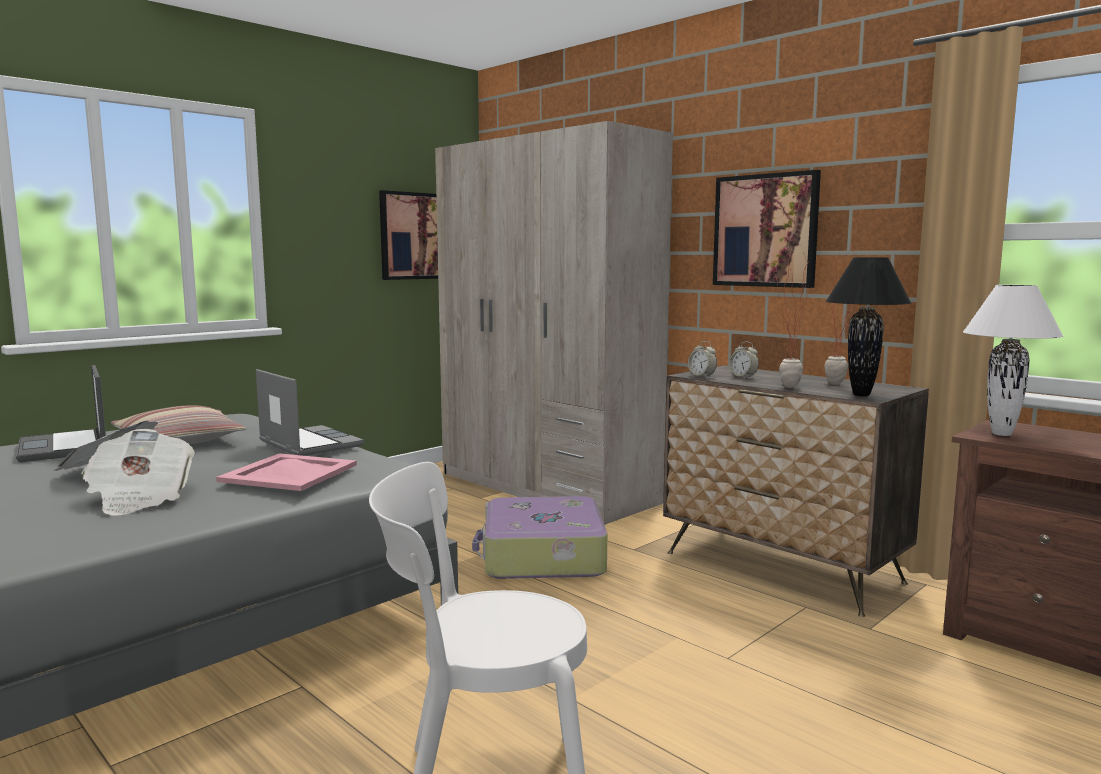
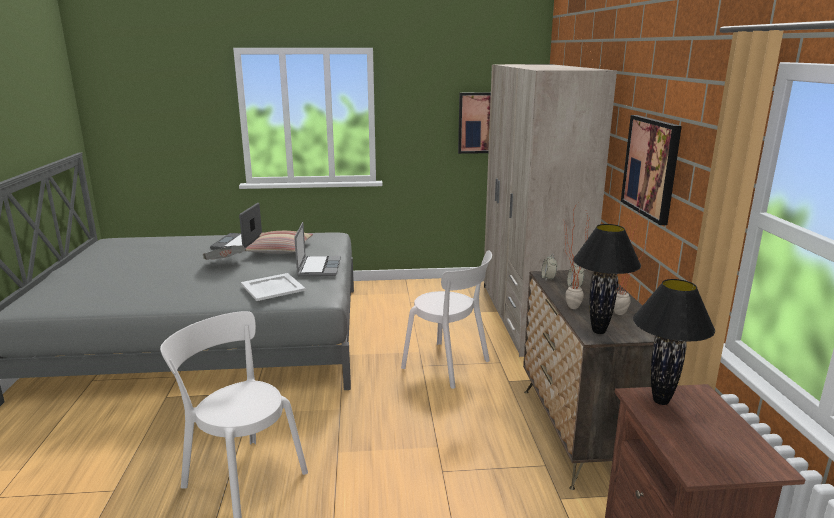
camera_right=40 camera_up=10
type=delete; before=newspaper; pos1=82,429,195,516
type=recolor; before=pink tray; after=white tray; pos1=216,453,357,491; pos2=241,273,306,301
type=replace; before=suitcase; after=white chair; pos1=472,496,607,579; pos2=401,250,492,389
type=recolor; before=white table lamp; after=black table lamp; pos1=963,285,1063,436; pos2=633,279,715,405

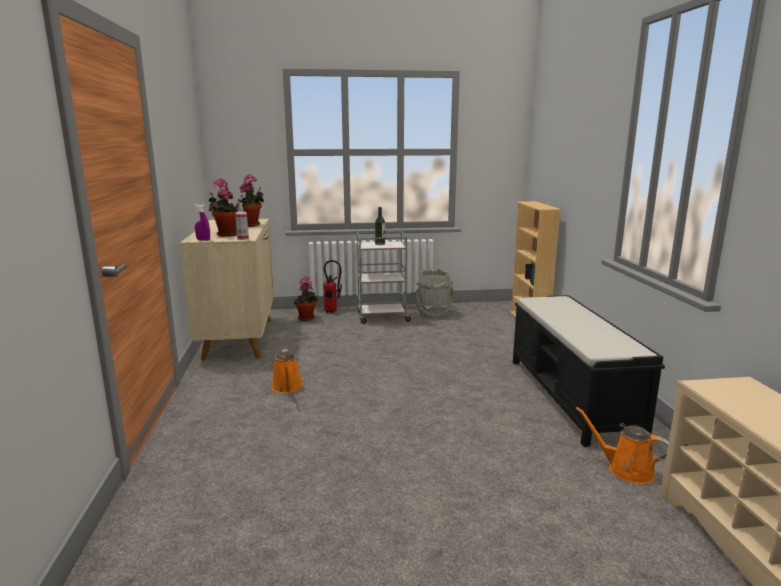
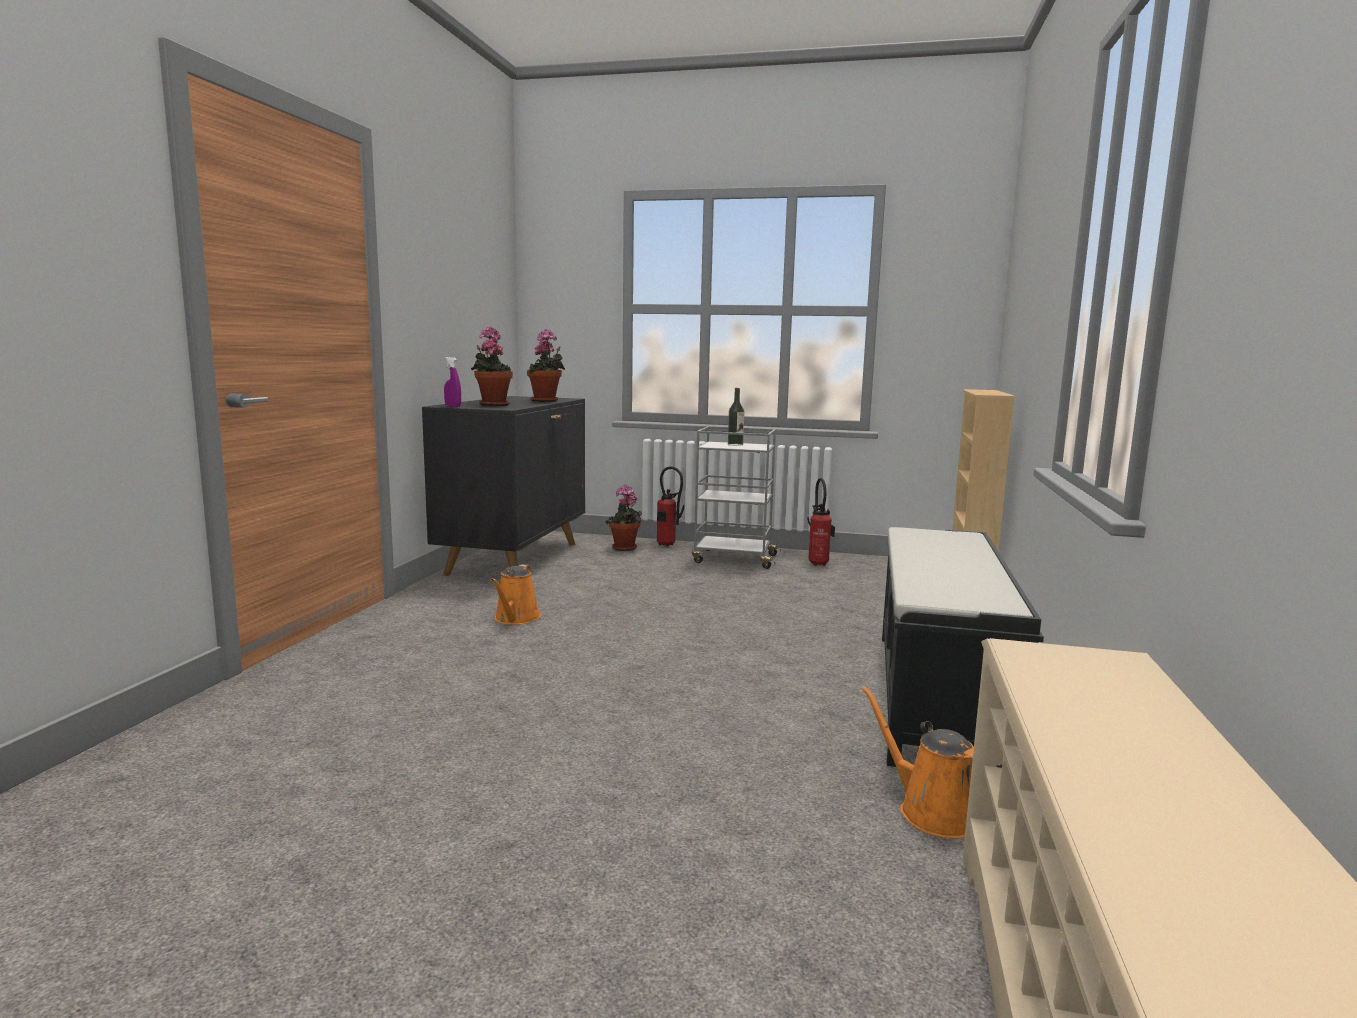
camera_right=20 camera_up=-5
type=recolor; before=beige cabinet; after=black cabinet; pos1=180,219,274,361; pos2=422,396,585,576
type=delete; before=spray bottle; pos1=235,203,249,240
type=replace; before=grey bucket; after=fire extinguisher; pos1=414,269,455,318; pos2=807,478,835,566

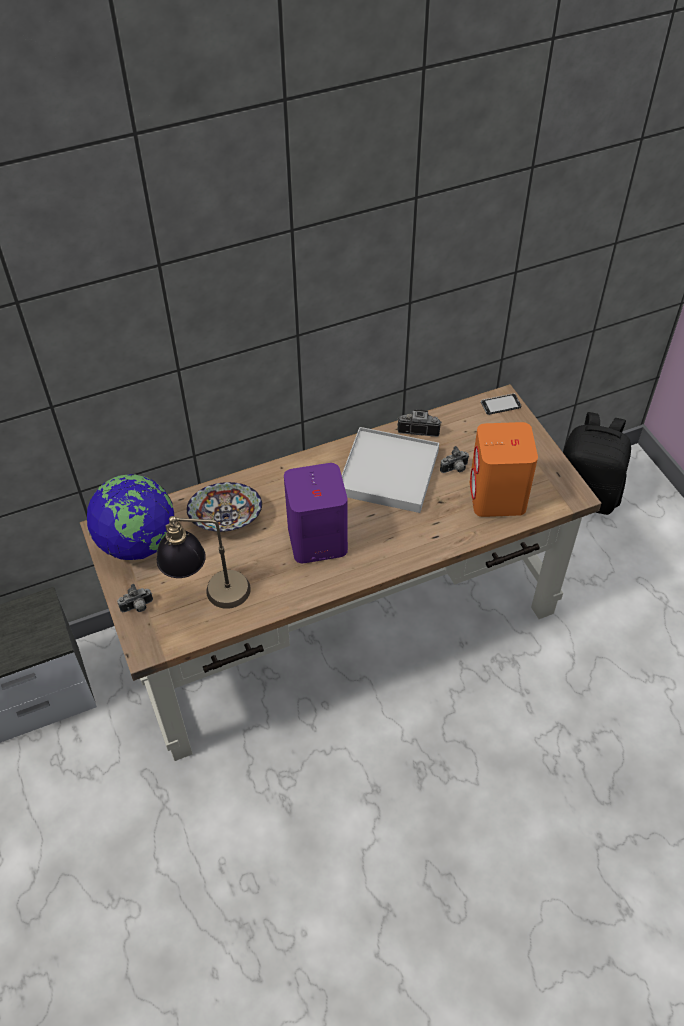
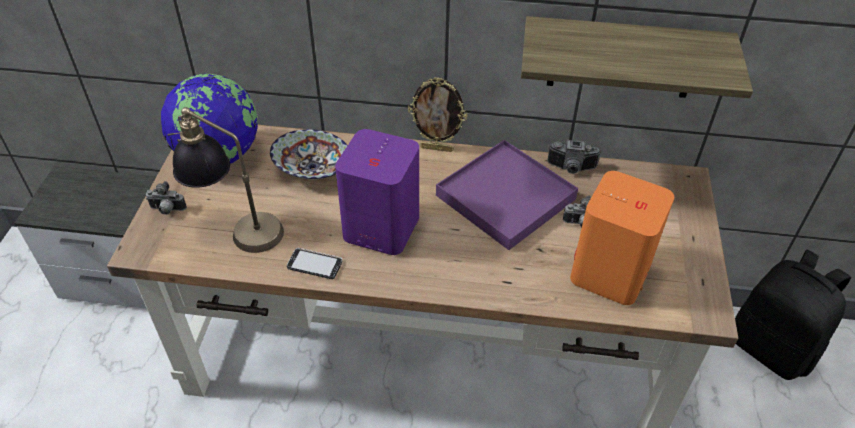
camera_right=30 camera_up=-5
type=recolor; before=white tray; after=purple tray; pos1=342,427,439,513; pos2=436,140,578,250
type=rotate; before=photo camera; pos1=397,410,442,437; pos2=547,140,602,174; turn=150
type=move; before=phone; pos1=481,393,521,415; pos2=287,248,343,279
type=insert; after=picture frame; pos2=408,77,468,152
type=insert; after=shelf; pos2=521,16,753,98

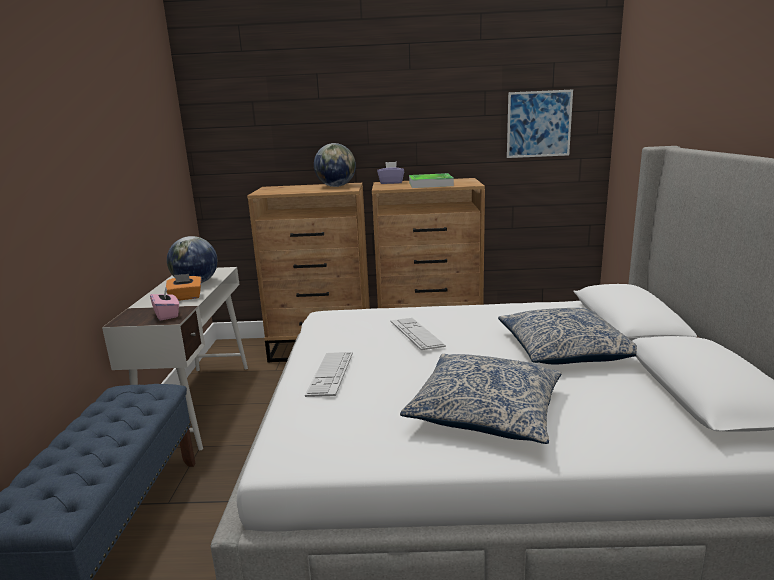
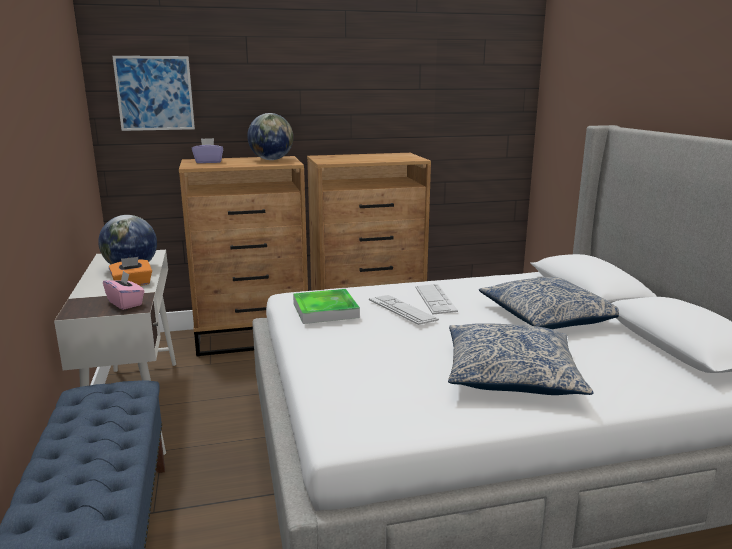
camera_right=-15 camera_up=0
type=move; before=keyboard; pos1=305,352,353,397; pos2=415,284,458,314
type=move; before=purple tissue box; pos1=377,162,404,184; pos2=192,138,223,163
type=move; before=tray; pos1=409,173,454,188; pos2=293,289,360,324
type=move; before=picture; pos1=507,89,573,158; pos2=112,56,195,131

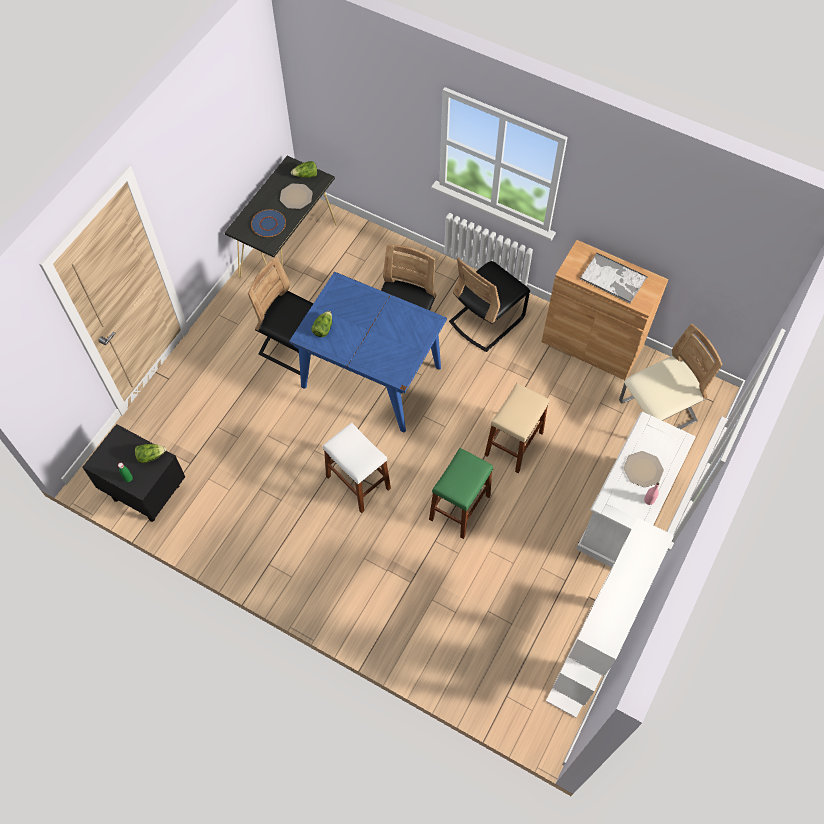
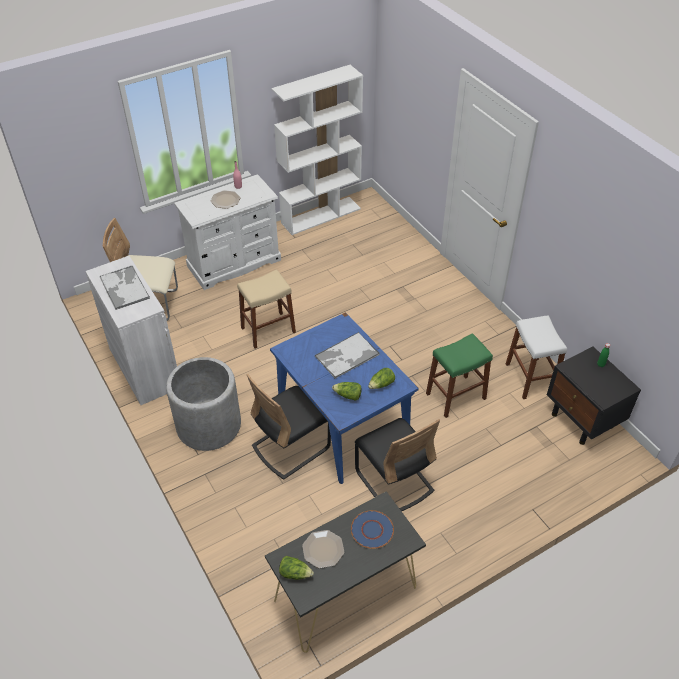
camera_right=-150 camera_up=-15
type=move; before=lettuce; pos1=135,444,166,463; pos2=332,382,362,401
type=move; before=white stool; pos1=323,422,391,513; pos2=506,315,567,399
type=move; before=green stool; pos1=429,448,493,539; pos2=426,333,493,418
type=replace; before=black chair; after=grey planter; pos1=449,257,530,352; pos2=166,357,241,451
type=recolor; before=brown cabinet; after=white cabinet; pos1=541,240,669,380; pos2=85,256,177,405
type=insert; after=tray; pos2=315,332,380,378

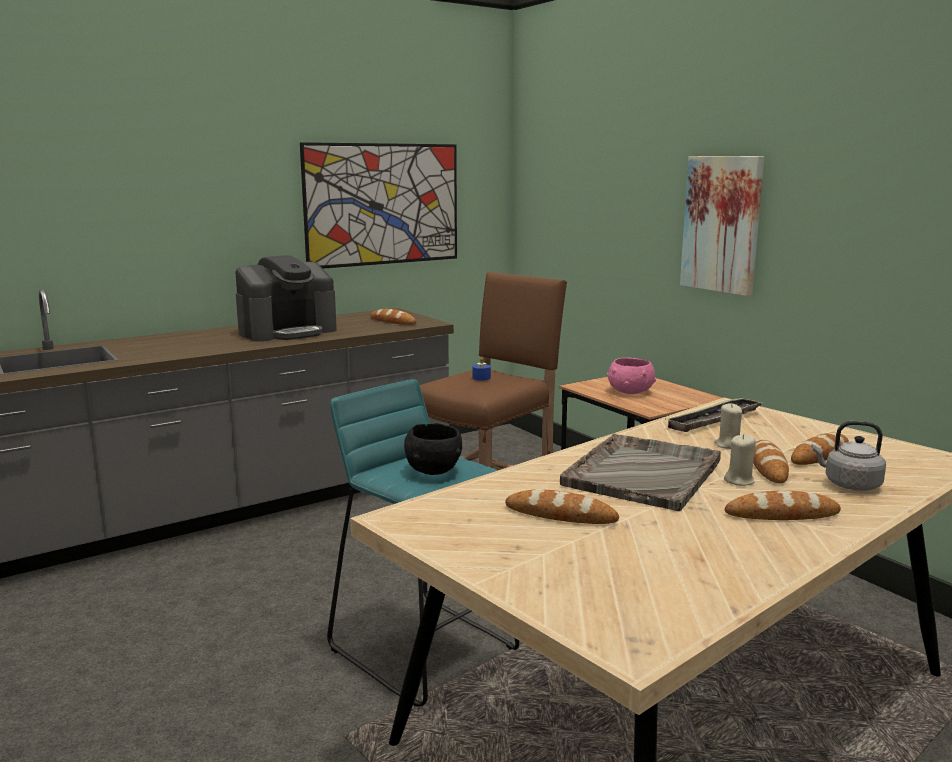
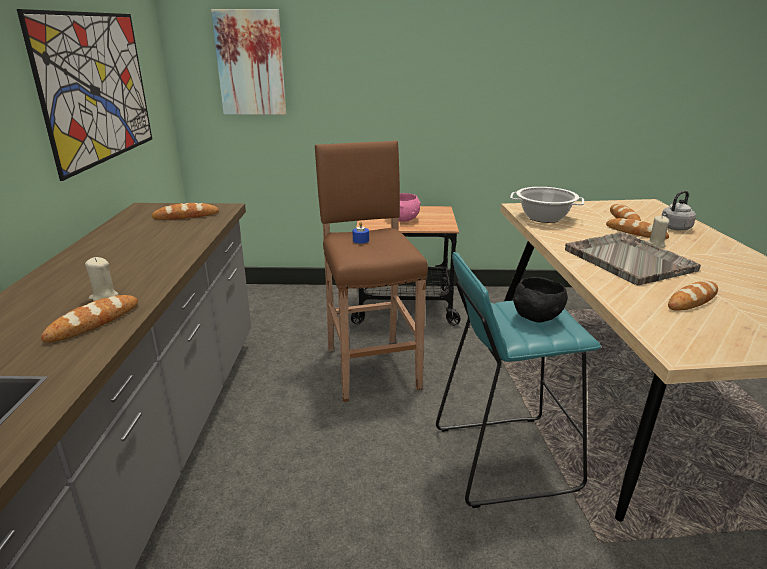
camera_right=-55 camera_up=10
type=delete; before=coffee machine; pos1=235,255,337,342
type=replace; before=tray; after=cooking pot; pos1=667,397,764,432; pos2=510,187,584,223
type=move; before=picture; pos1=680,156,764,296; pos2=211,9,286,115
type=move; before=beige candle; pos1=714,403,742,449; pos2=85,257,119,301
type=move; before=bread; pos1=725,491,841,520; pos2=41,295,138,343

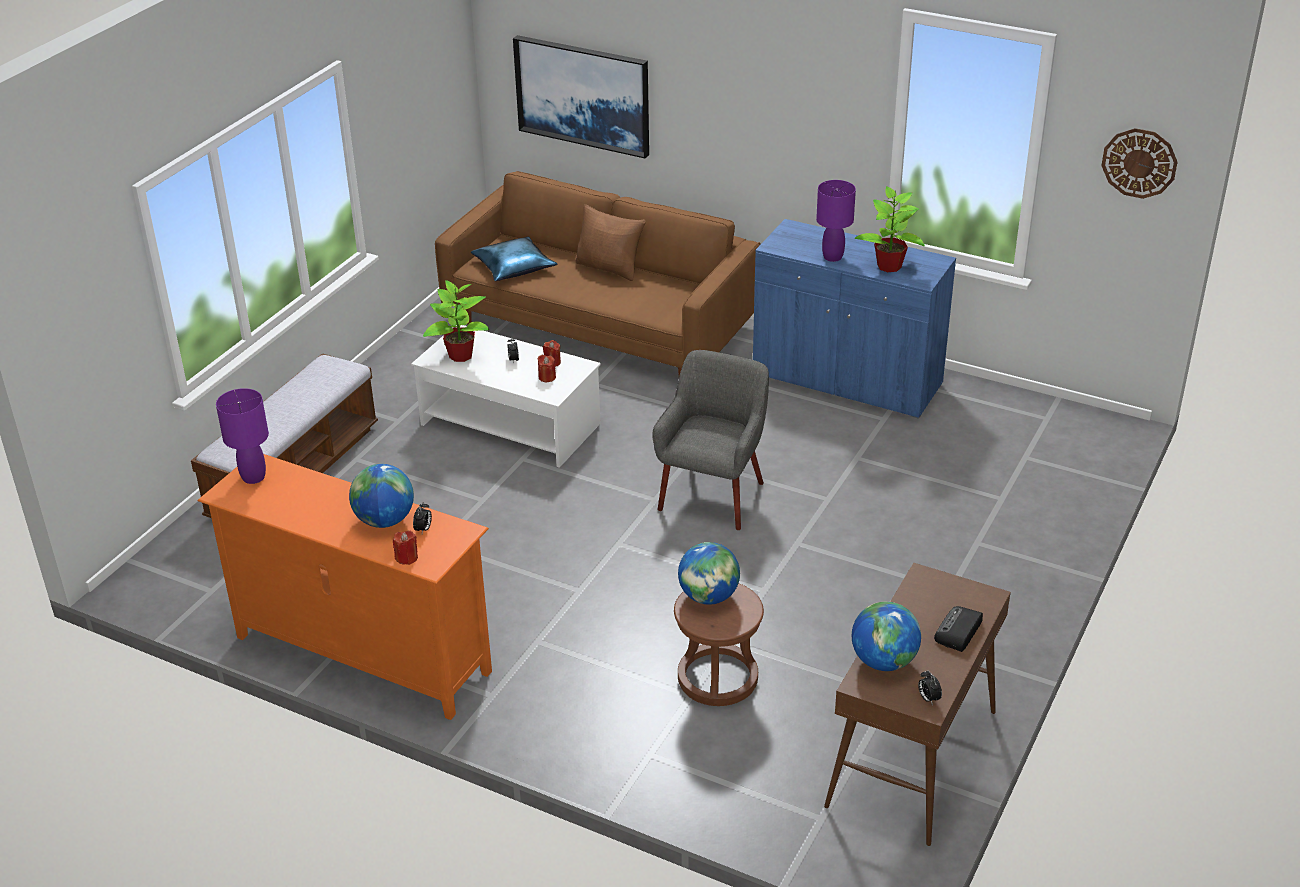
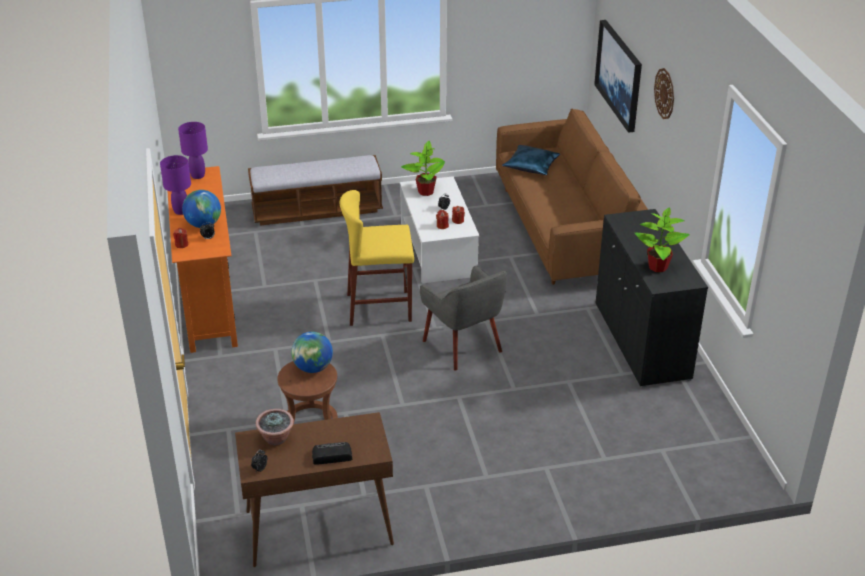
camera_right=50 camera_up=0
type=delete; before=brown pillow; pos1=575,204,646,281
type=rotate; before=grey armchair; pos1=652,350,769,530; pos2=420,265,507,371; turn=75
type=recolor; before=blue cabinet; after=black cabinet; pos1=753,219,956,419; pos2=595,209,708,387
type=move; before=purple table lamp; pos1=816,180,856,262; pos2=160,155,191,215
type=replace; before=globe; after=potted plant; pos1=852,602,921,671; pos2=256,409,294,445
type=move; before=wall clock; pos1=1101,128,1177,199; pos2=654,68,674,119
type=insert; after=yellow stool; pos2=340,190,414,326

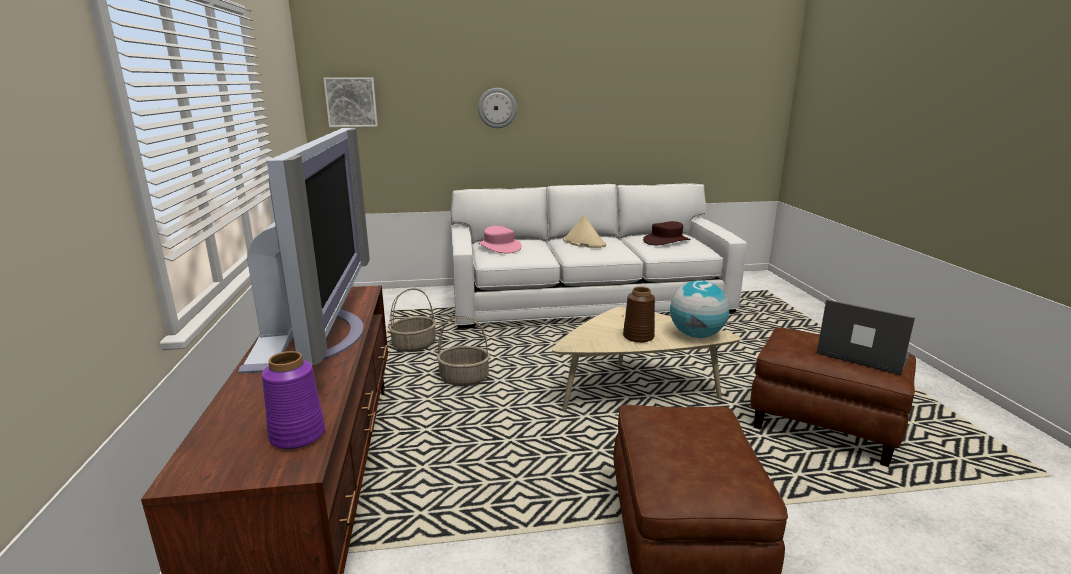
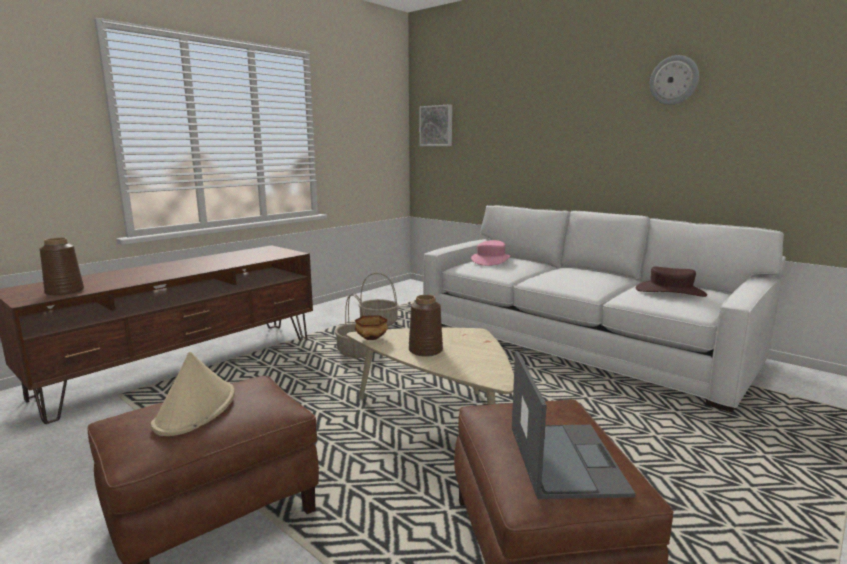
camera_right=50 camera_up=-5
type=delete; before=television; pos1=238,128,370,374
type=recolor; before=purple vase; after=brown vase; pos1=262,351,325,449; pos2=39,238,84,296
type=move; before=wall clock; pos1=478,88,517,128; pos2=650,55,699,105
type=move; before=beige hat; pos1=563,215,606,248; pos2=151,352,235,436
type=delete; before=globe; pos1=670,280,729,338
type=insert; after=bowl; pos2=355,315,388,340

